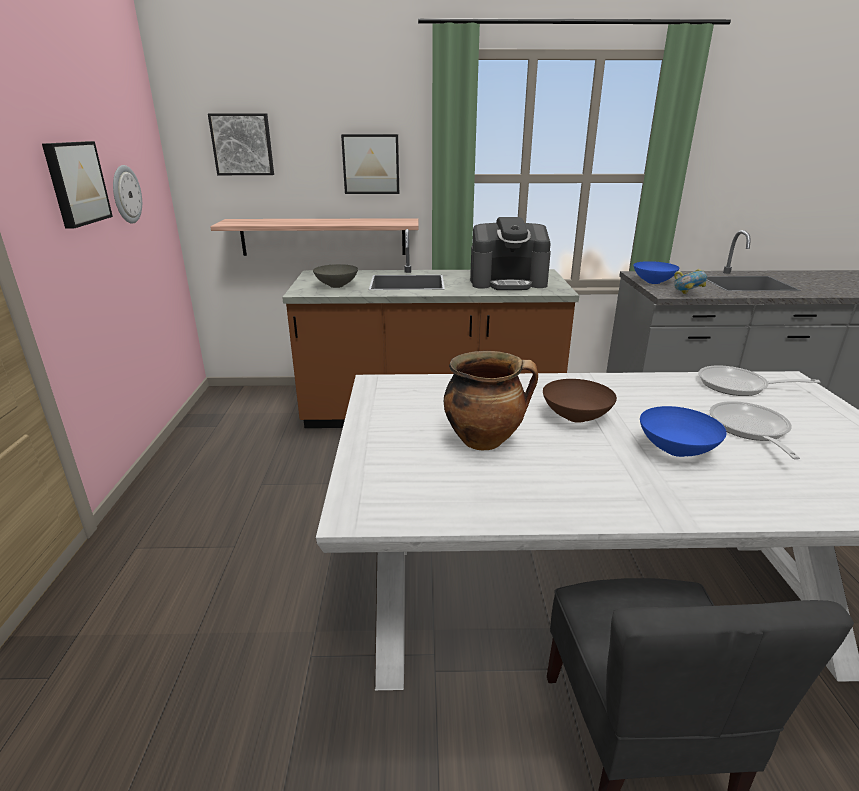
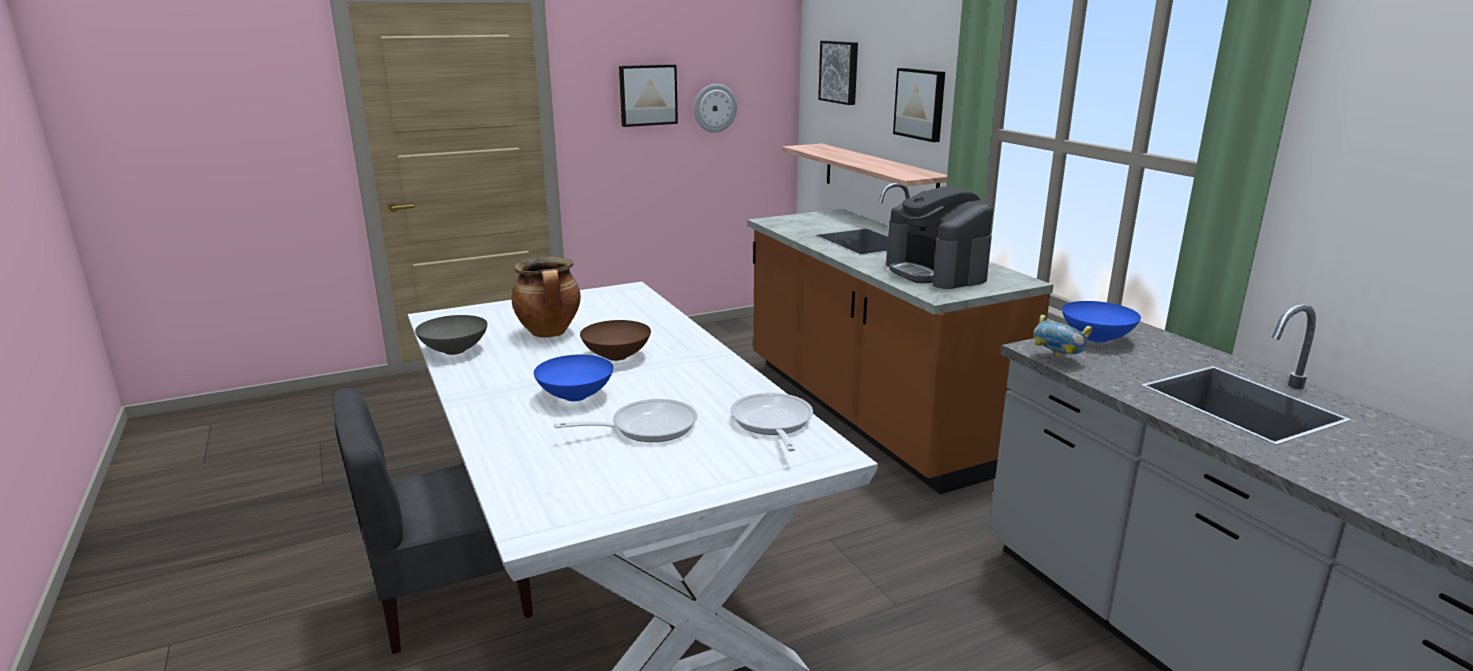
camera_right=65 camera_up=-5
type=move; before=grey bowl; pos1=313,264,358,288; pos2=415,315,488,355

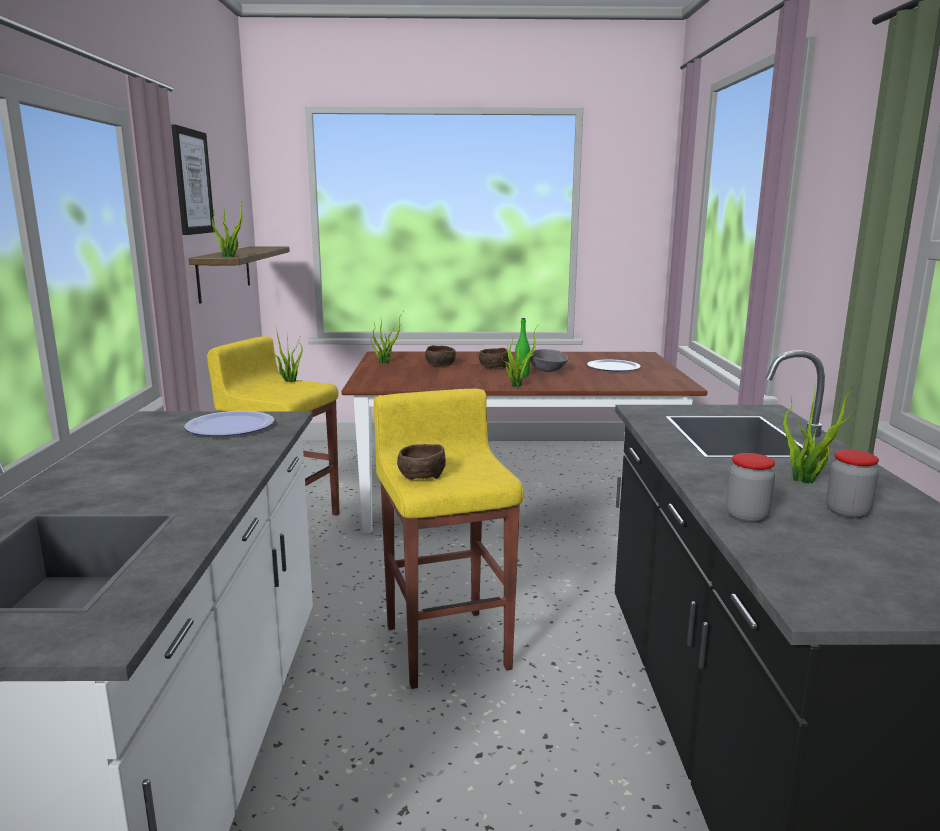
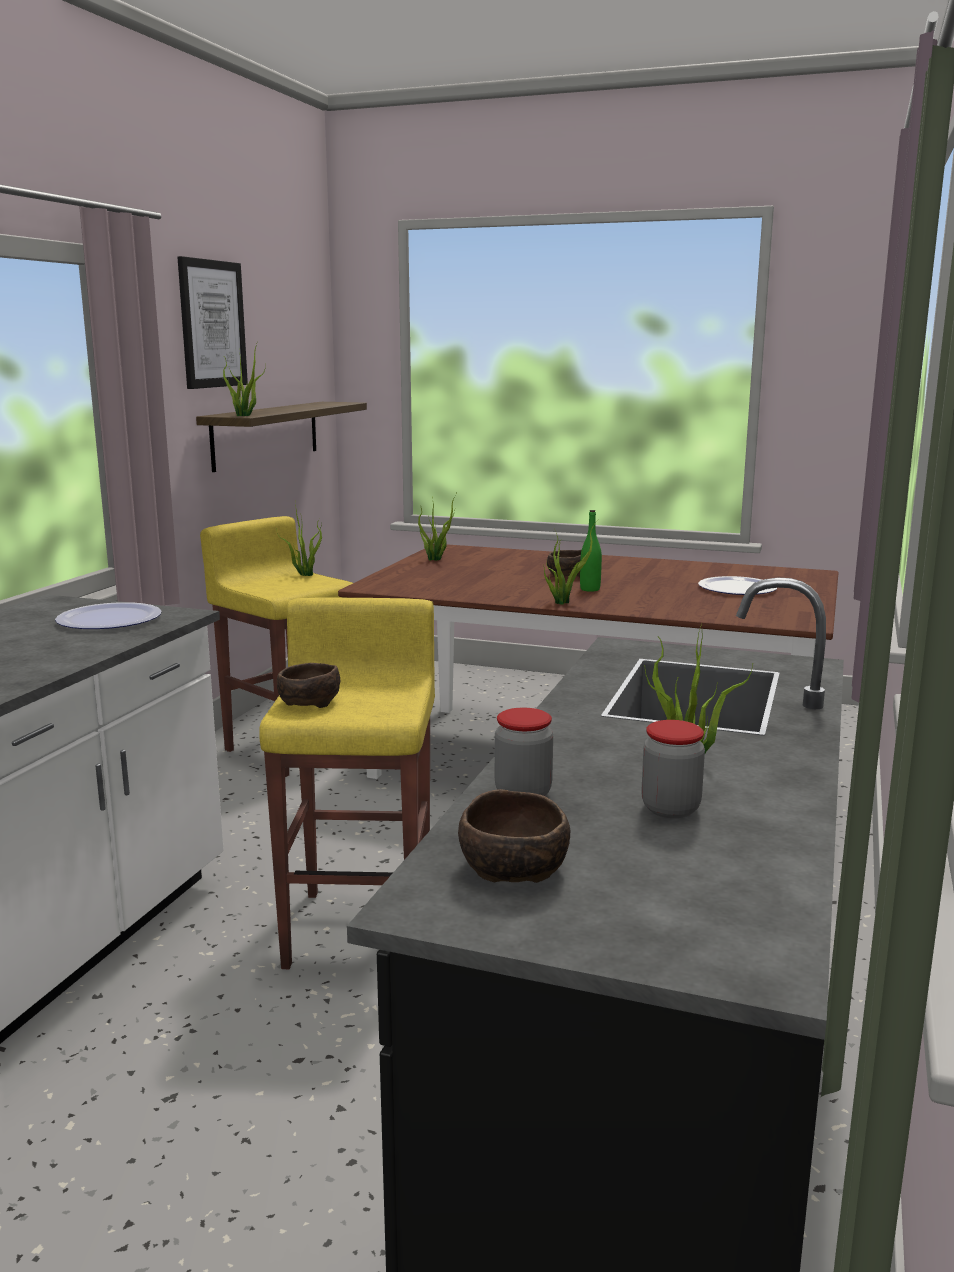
camera_right=20 camera_up=0
type=move; before=brown bowl; pos1=425,345,456,367; pos2=458,789,570,883
type=delete; before=grey bowl; pos1=530,349,569,372

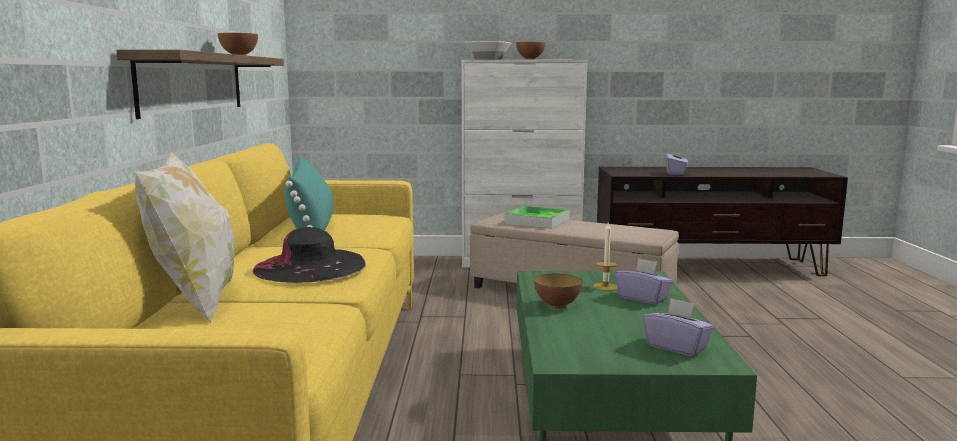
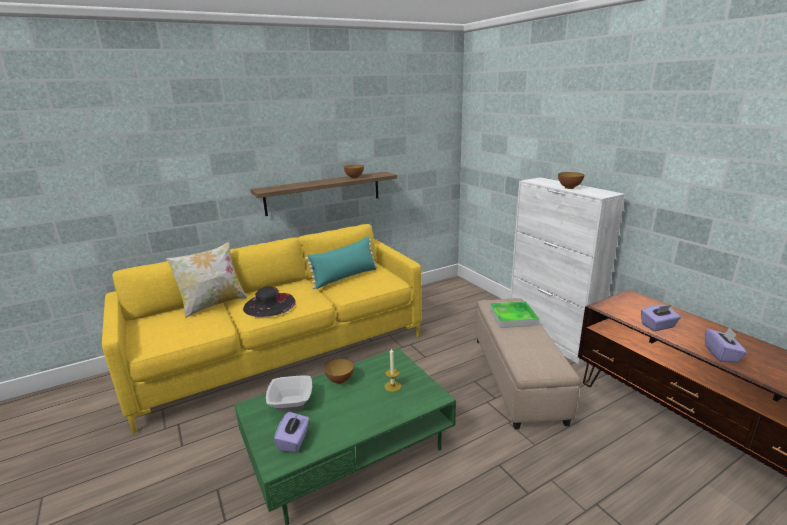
camera_right=60 camera_up=10
type=move; before=bowl; pos1=465,41,512,60; pos2=266,375,312,412
type=move; before=purple tissue box; pos1=615,258,673,305; pos2=705,327,747,363

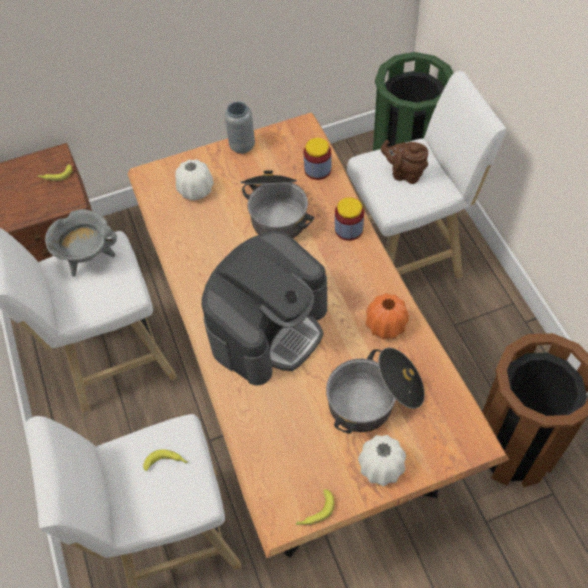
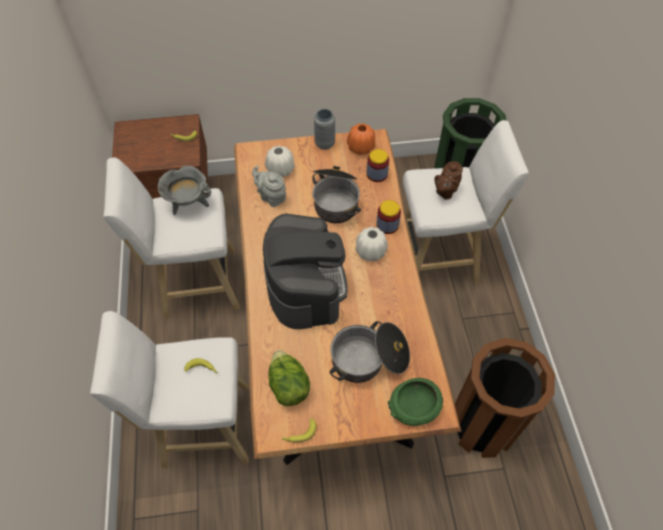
camera_right=10 camera_up=0
type=rotate; before=coffee machine; pos1=201,231,327,385; pos2=263,213,348,329; turn=-60
type=move; before=white vase; pos1=358,435,406,486; pos2=356,227,388,261
type=move; before=orange vase; pos1=366,293,409,339; pos2=347,123,375,155
type=rotate; before=brown teapot; pos1=381,140,428,184; pos2=434,161,463,200; turn=-90
type=insert; after=grey teapot; pos2=252,166,286,207
type=insert; after=lettuce; pos2=268,350,310,406
type=insert; after=green bowl; pos2=388,378,443,426

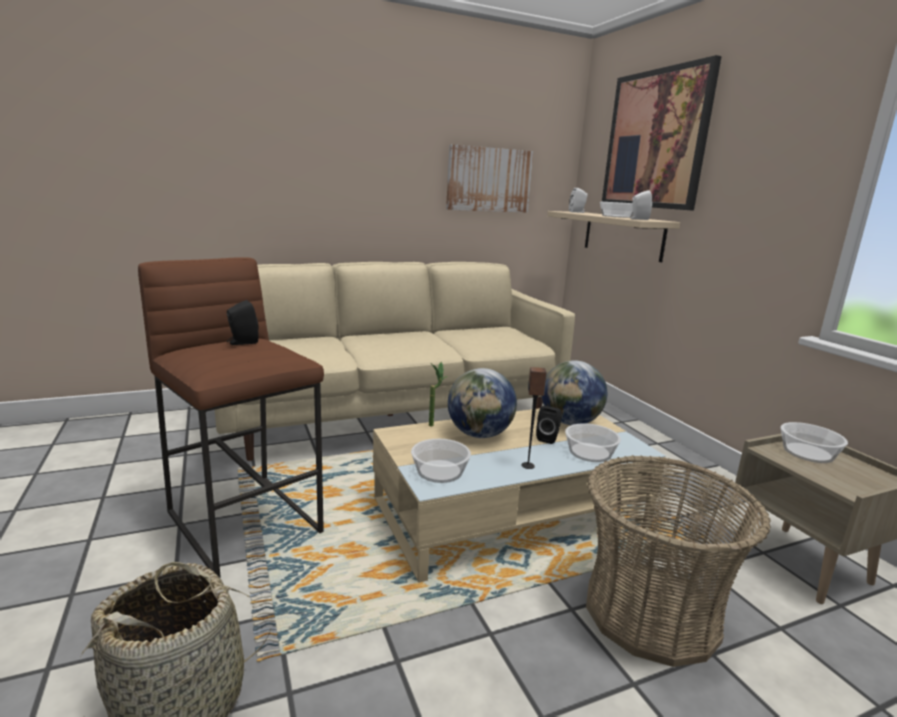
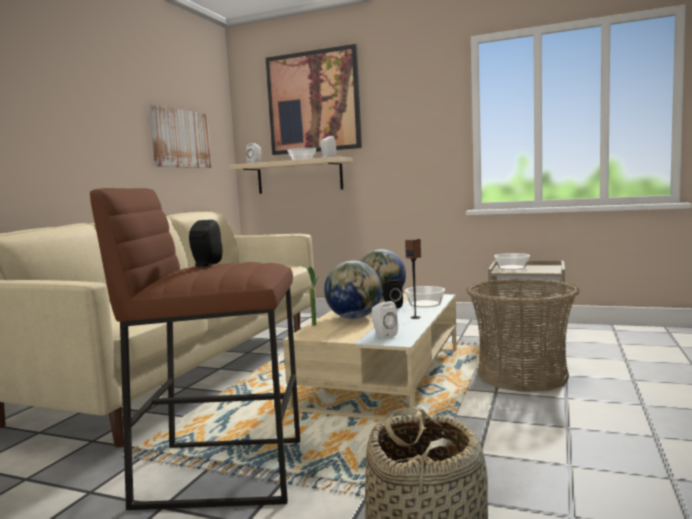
camera_right=-45 camera_up=-10
type=replace; before=bowl; after=white speaker; pos1=411,439,471,483; pos2=372,301,398,339

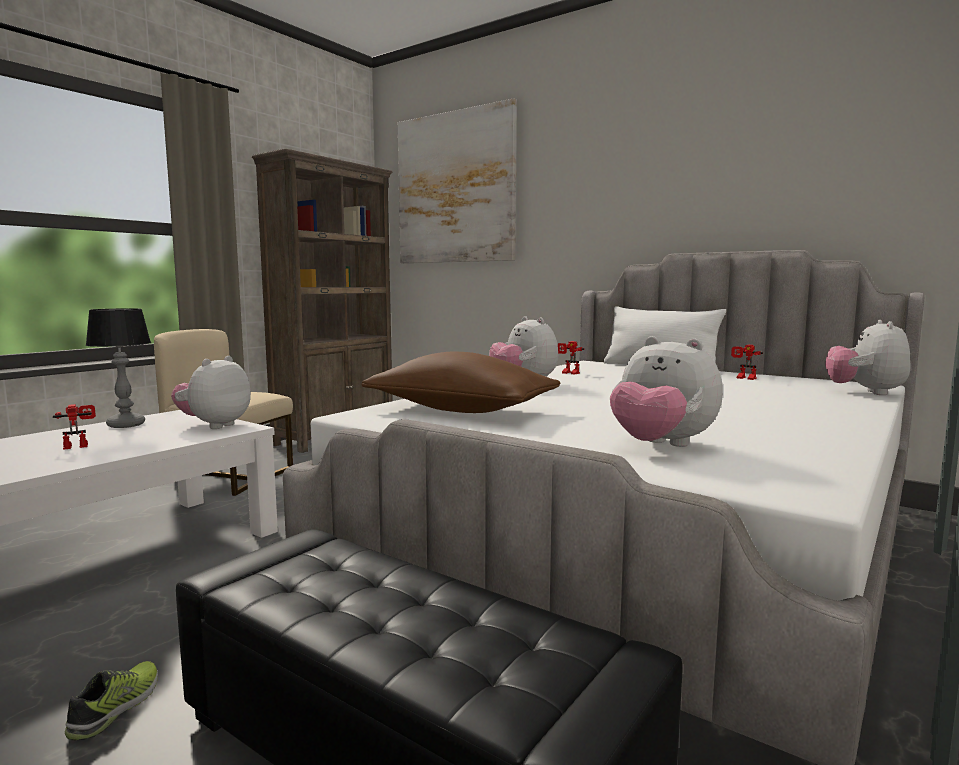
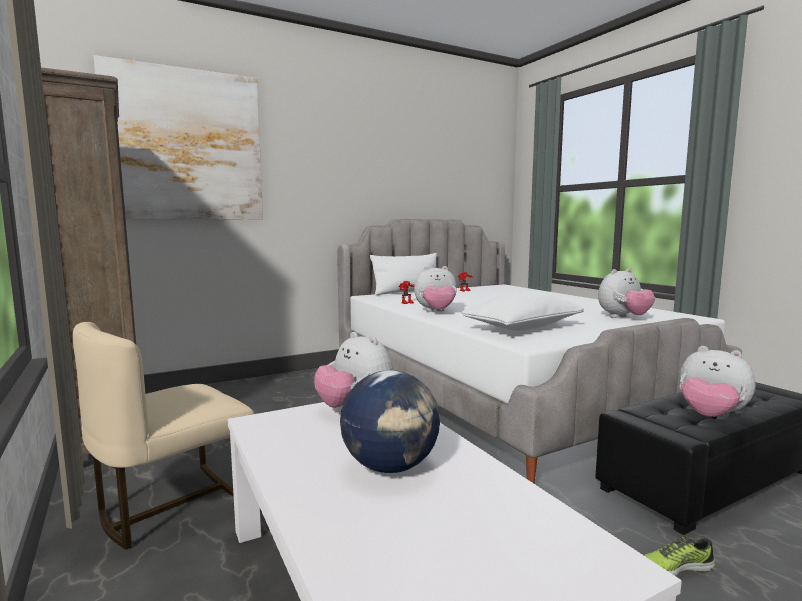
camera_right=-65 camera_up=0
type=replace; before=toy robot; after=globe; pos1=53,404,96,450; pos2=340,370,440,473
type=rotate; before=shoe; pos1=65,661,158,740; pos2=644,536,715,576; turn=-45
type=delete; before=table lamp; pos1=86,308,151,428
type=recolor; before=brown pillow; after=white pillow; pos1=361,351,561,413; pos2=461,291,584,331
type=move; before=plush toy; pos1=825,320,911,395; pos2=680,346,755,418

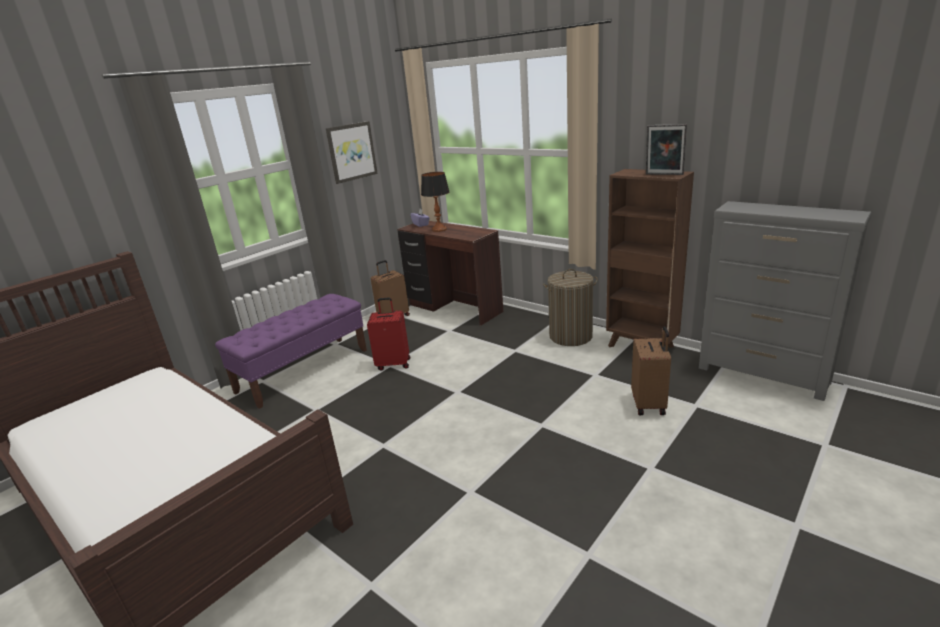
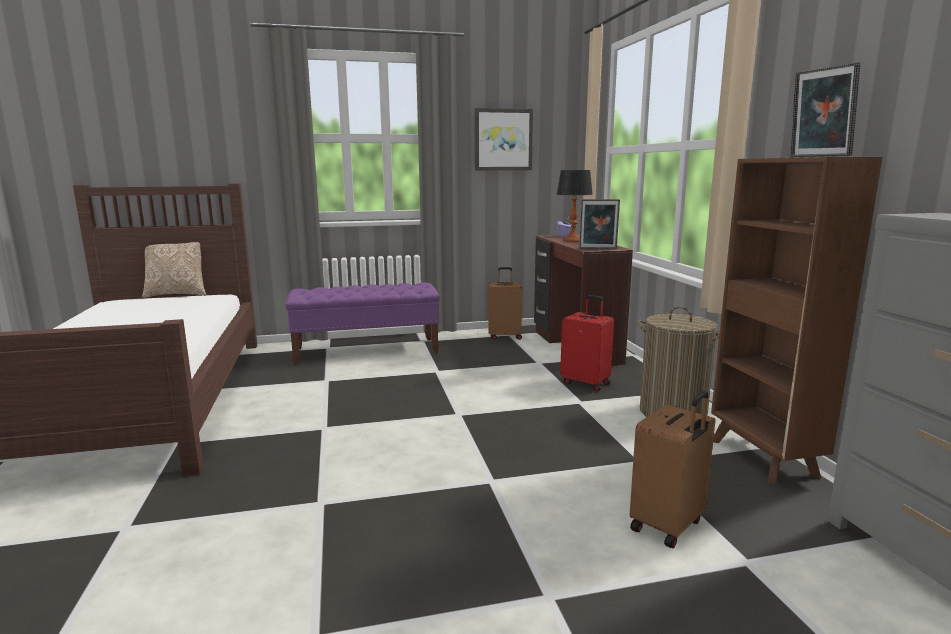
camera_right=35 camera_up=-10
type=move; before=red suitcase; pos1=367,297,410,370; pos2=560,295,614,391
type=insert; after=pillow; pos2=142,242,206,298
type=insert; after=picture frame; pos2=579,199,620,249

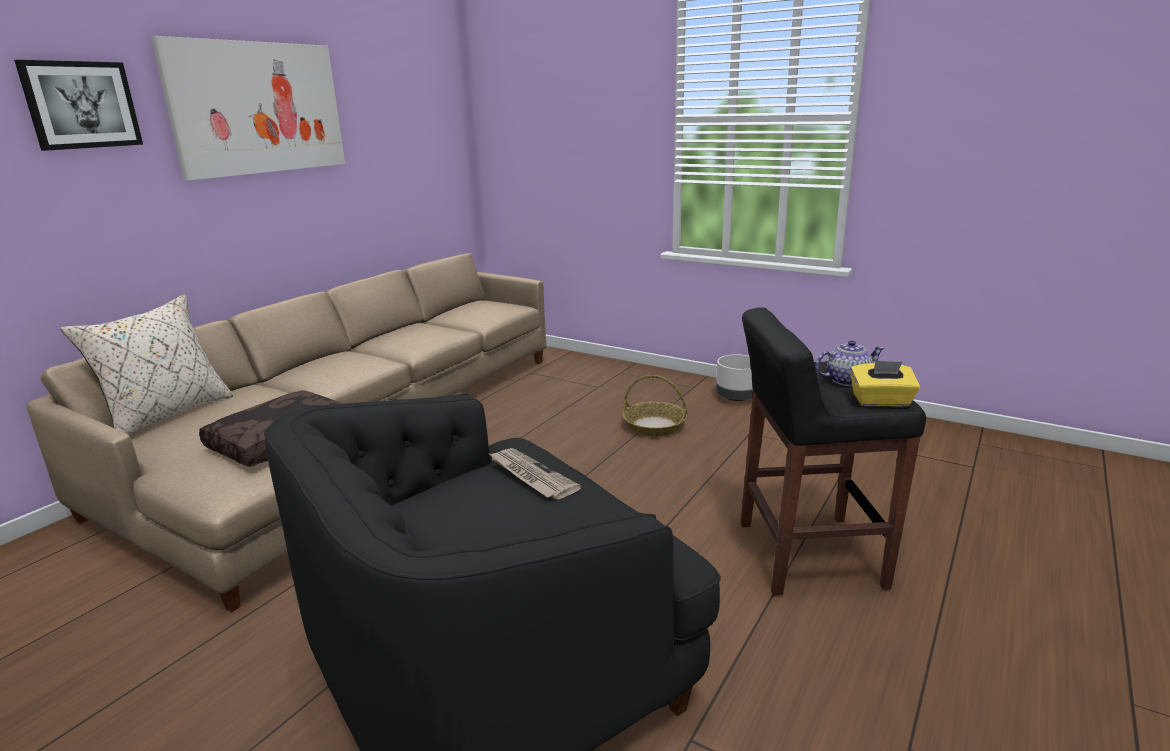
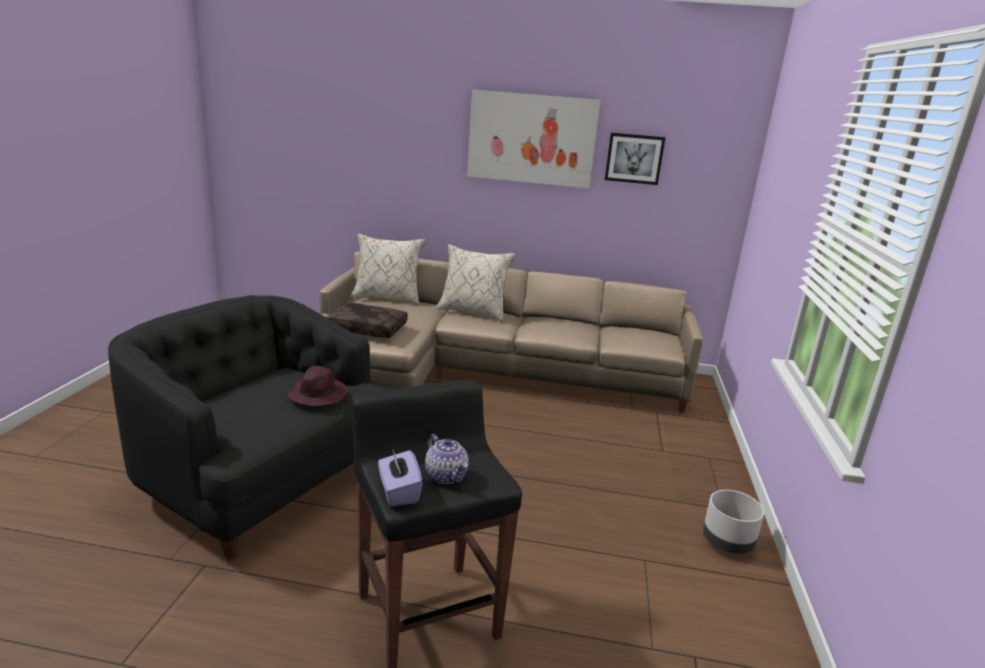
camera_right=65 camera_up=0
type=move; before=picture; pos1=14,60,143,151; pos2=605,133,666,185
type=replace; before=newspaper; after=purple hat; pos1=488,448,581,499; pos2=287,366,348,406
type=delete; before=basket; pos1=622,375,687,437
type=recolor; before=yellow tissue box; after=purple tissue box; pos1=850,360,920,407; pos2=378,450,422,506
type=insert; after=beige pillow; pos2=436,244,515,322

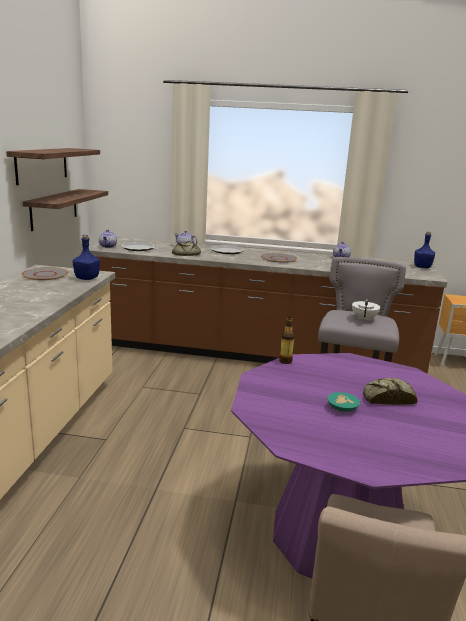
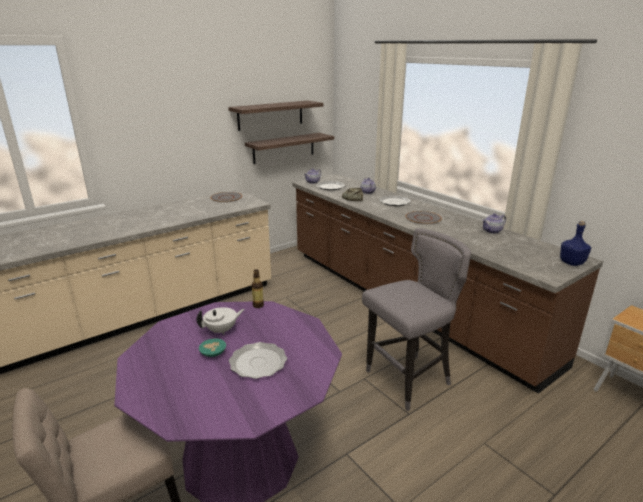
camera_right=45 camera_up=5
type=delete; before=blue bottle; pos1=73,235,100,280
type=move; before=white teapot; pos1=352,299,380,321; pos2=196,307,244,335
type=replace; before=bread; after=plate; pos1=363,378,417,405; pos2=229,342,287,379

